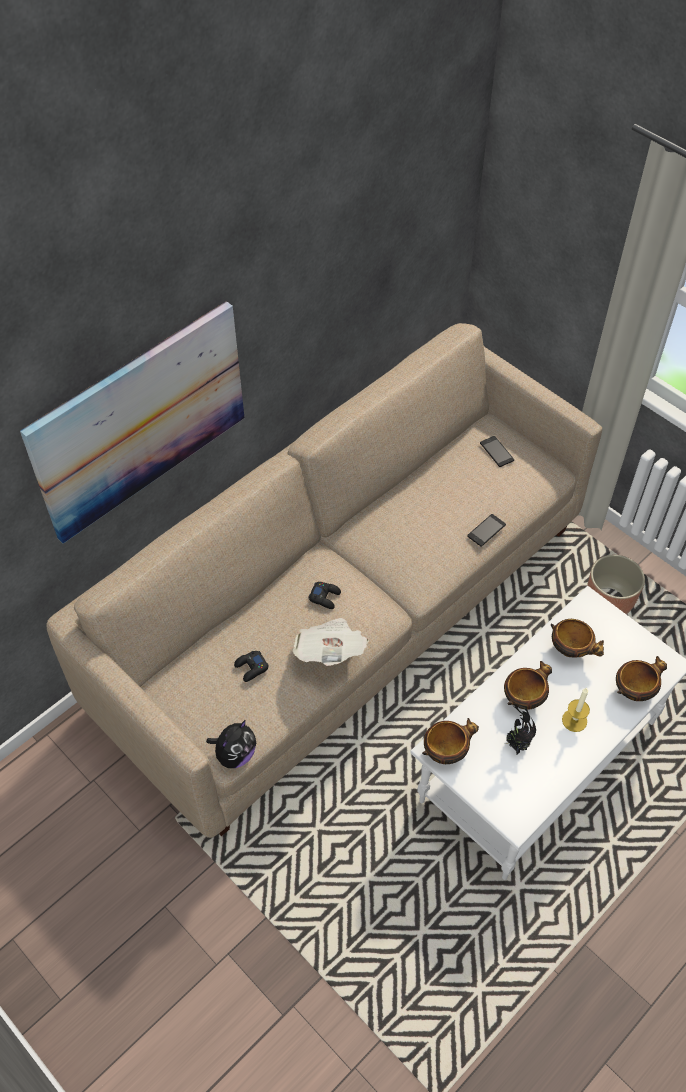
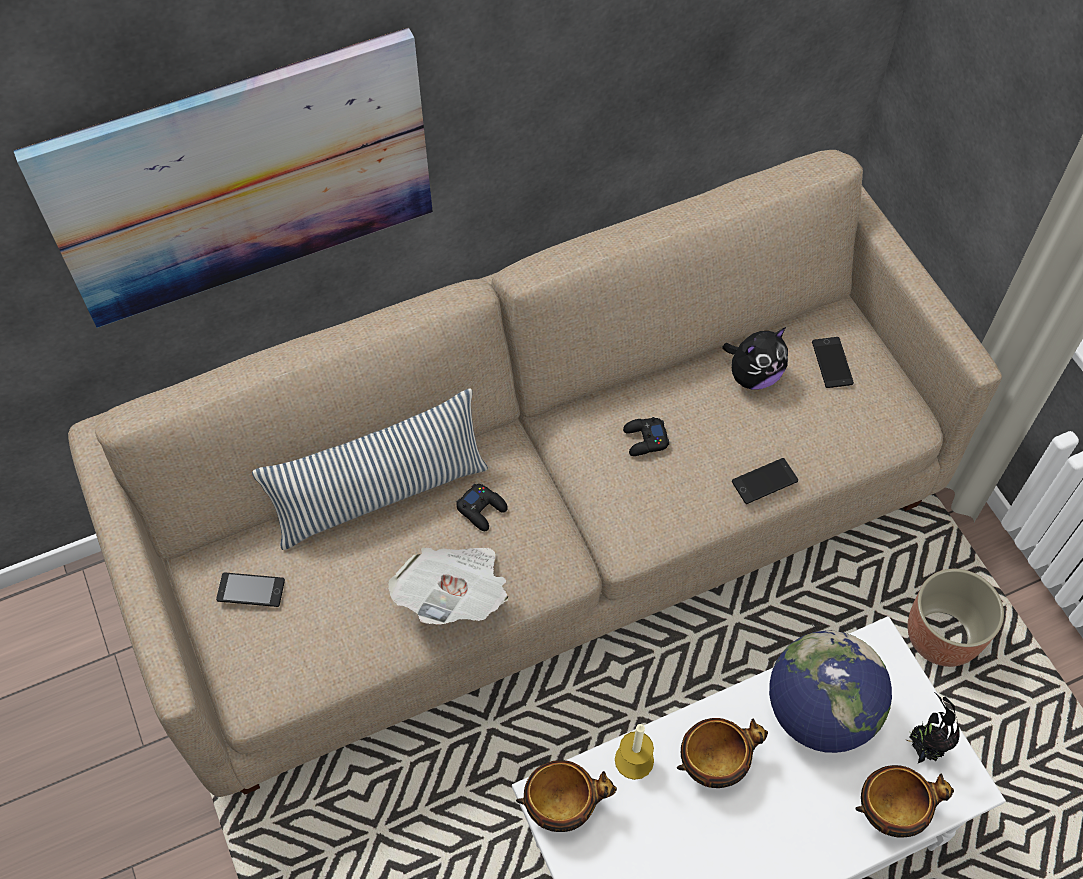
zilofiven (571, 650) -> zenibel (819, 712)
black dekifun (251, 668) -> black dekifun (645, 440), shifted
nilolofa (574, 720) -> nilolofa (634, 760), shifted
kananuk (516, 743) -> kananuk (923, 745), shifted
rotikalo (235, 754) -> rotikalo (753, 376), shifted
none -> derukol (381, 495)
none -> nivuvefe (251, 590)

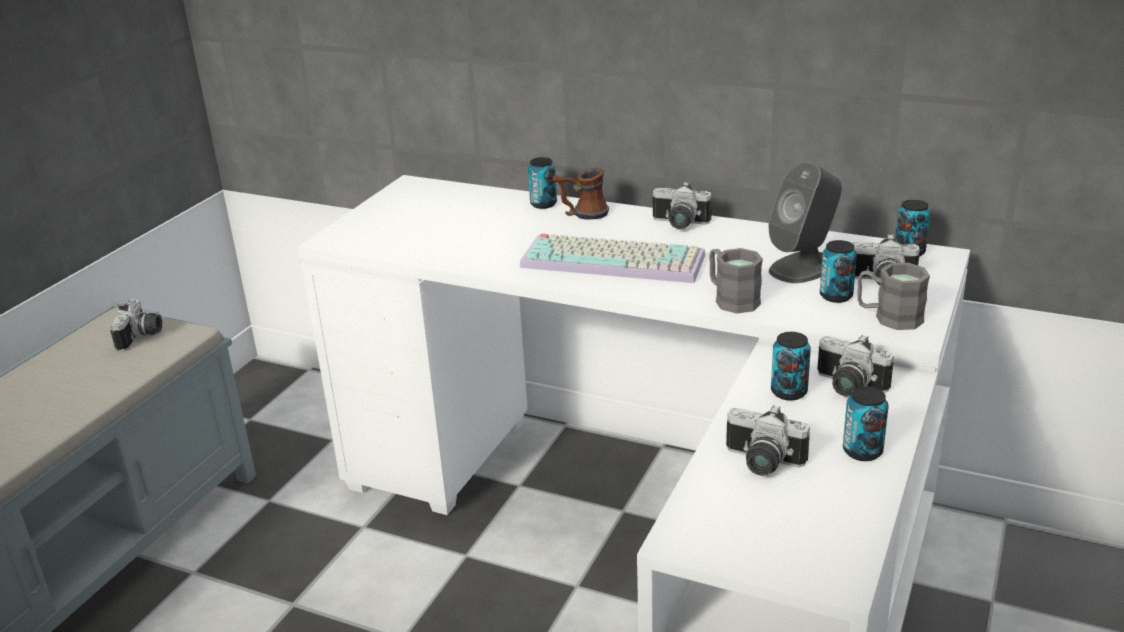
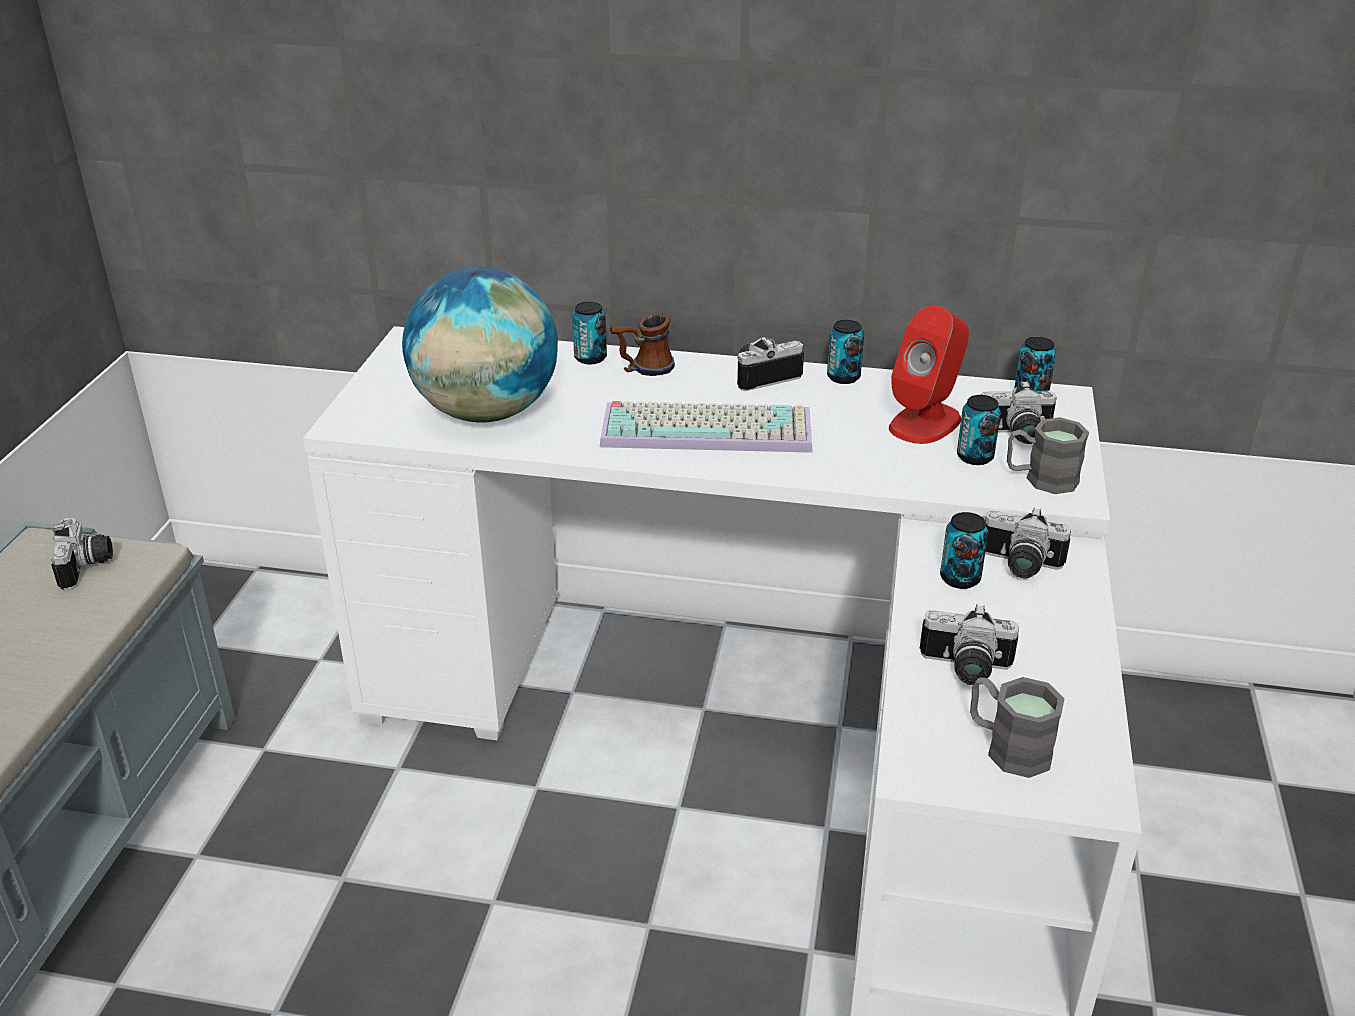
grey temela (803, 267) -> red temela (925, 422)
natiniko (679, 224) -> natiniko (763, 375), 150 degrees clockwise
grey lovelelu (731, 299) -> grey lovelelu (1007, 747), shifted
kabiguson (862, 451) -> kabiguson (843, 377), shifted
none -> zenibel (486, 412)

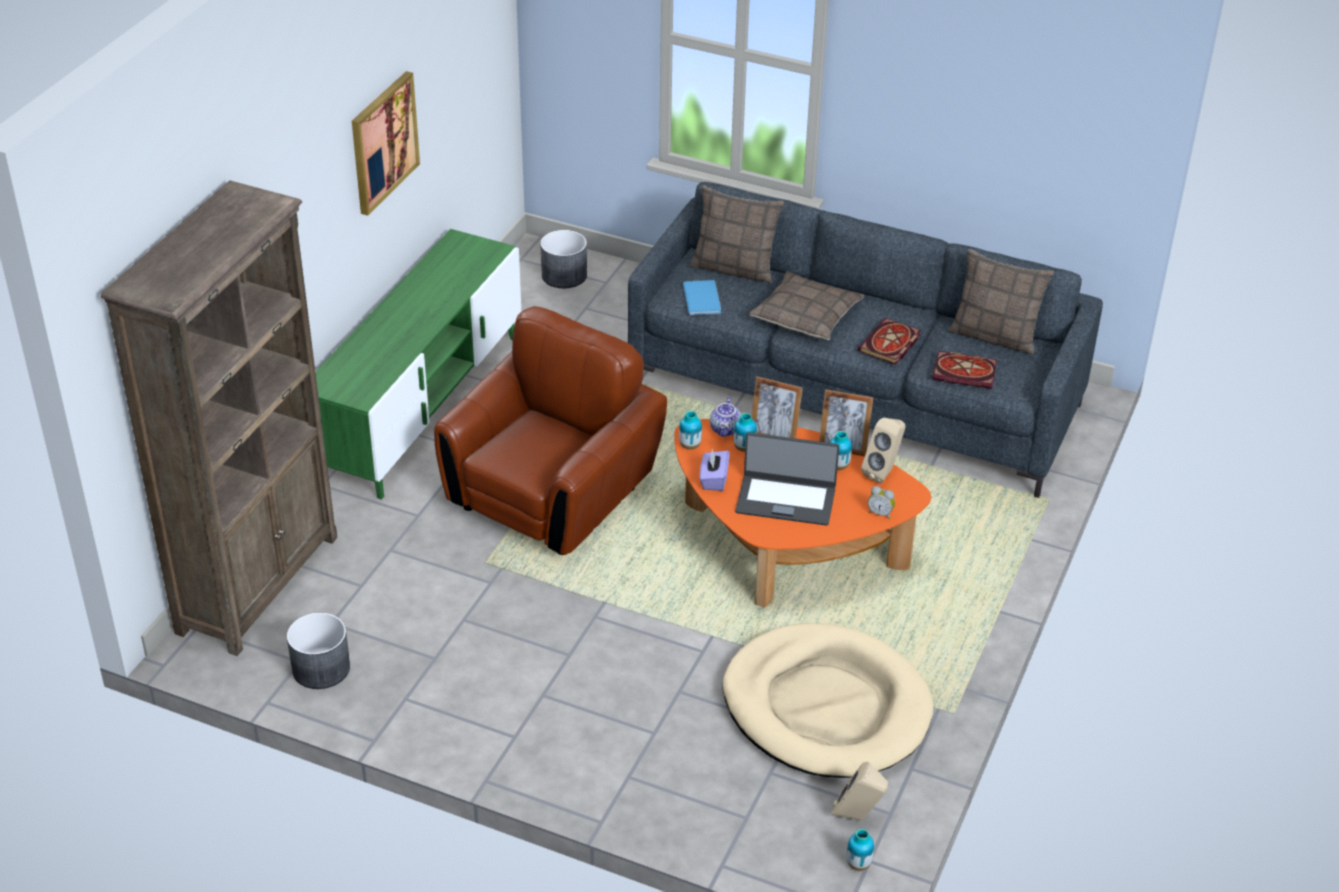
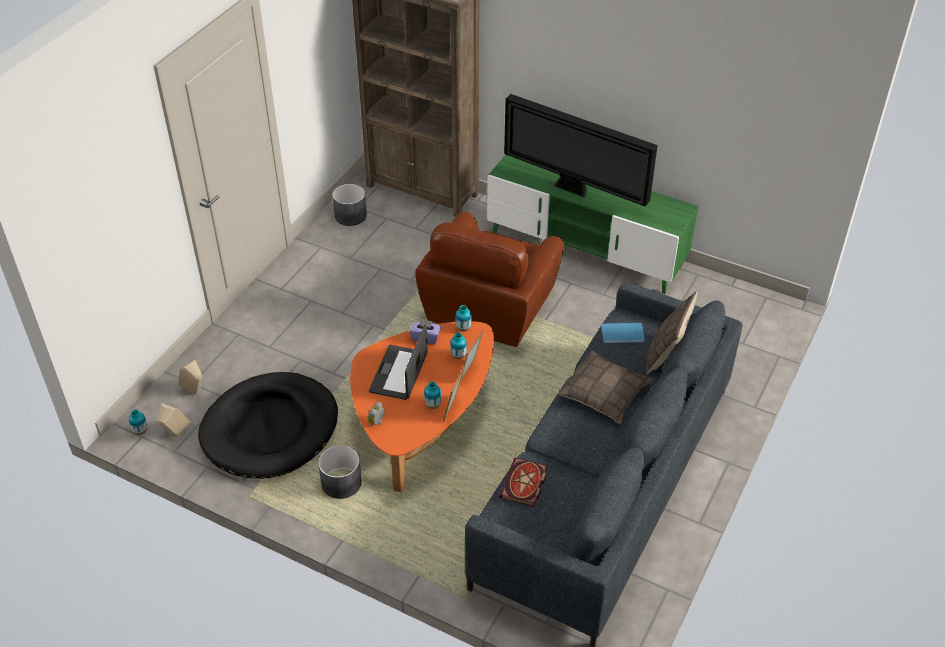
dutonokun (383, 142) -> none
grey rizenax (563, 275) -> grey rizenax (341, 482), shifted
derukol (995, 336) -> none
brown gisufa (552, 495) -> brown gisufa (490, 308), 75 degrees clockwise
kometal (890, 345) -> none
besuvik (726, 430) -> none
beige temela (883, 473) -> beige temela (195, 392), shifted
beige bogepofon (826, 707) -> black bogepofon (270, 429)
none -> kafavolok (573, 190)

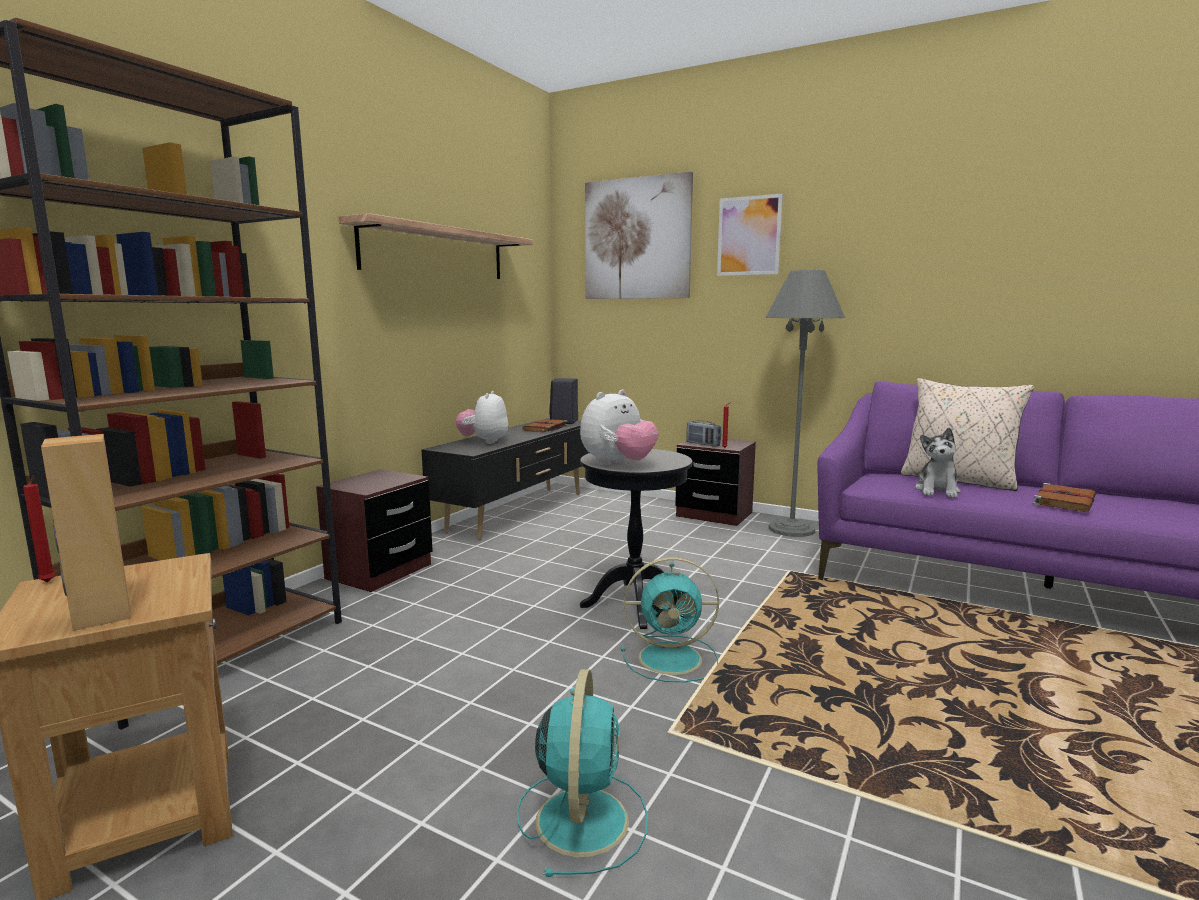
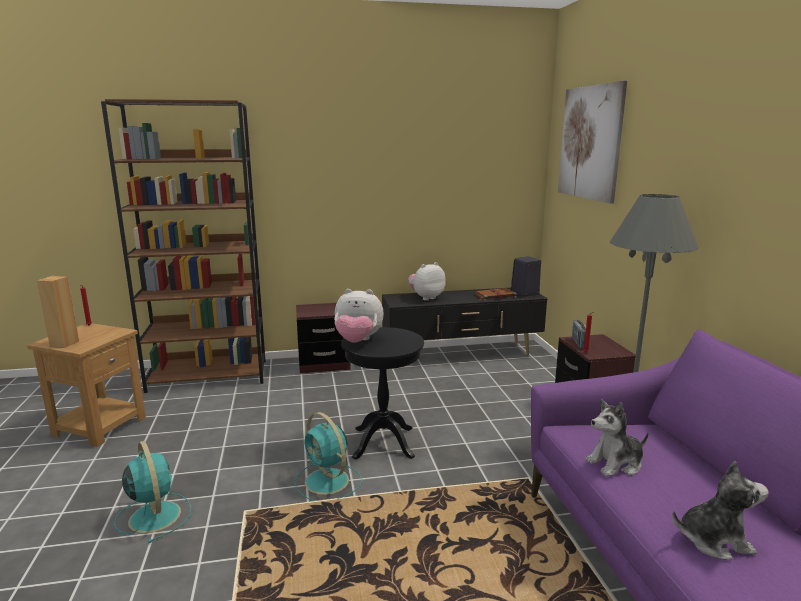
dutonokun (749, 236) -> none
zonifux (436, 252) -> none
beige derukol (958, 480) -> none
brown kometal (1064, 500) -> rotikalo (713, 540)
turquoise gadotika (582, 817) -> turquoise gadotika (154, 515), 90 degrees counterclockwise

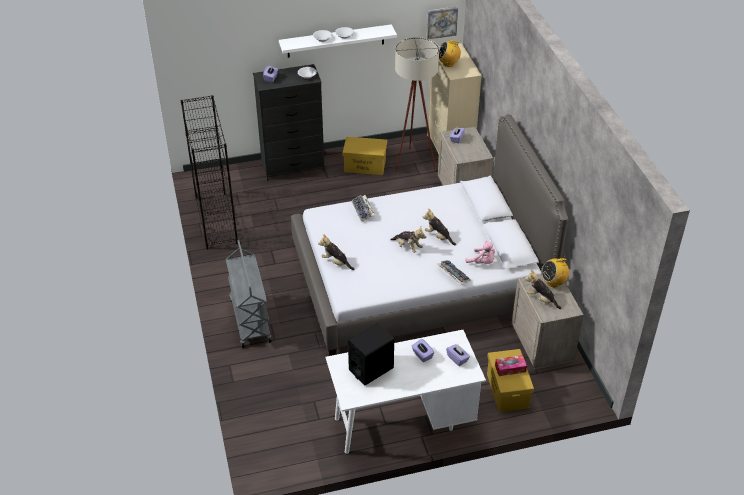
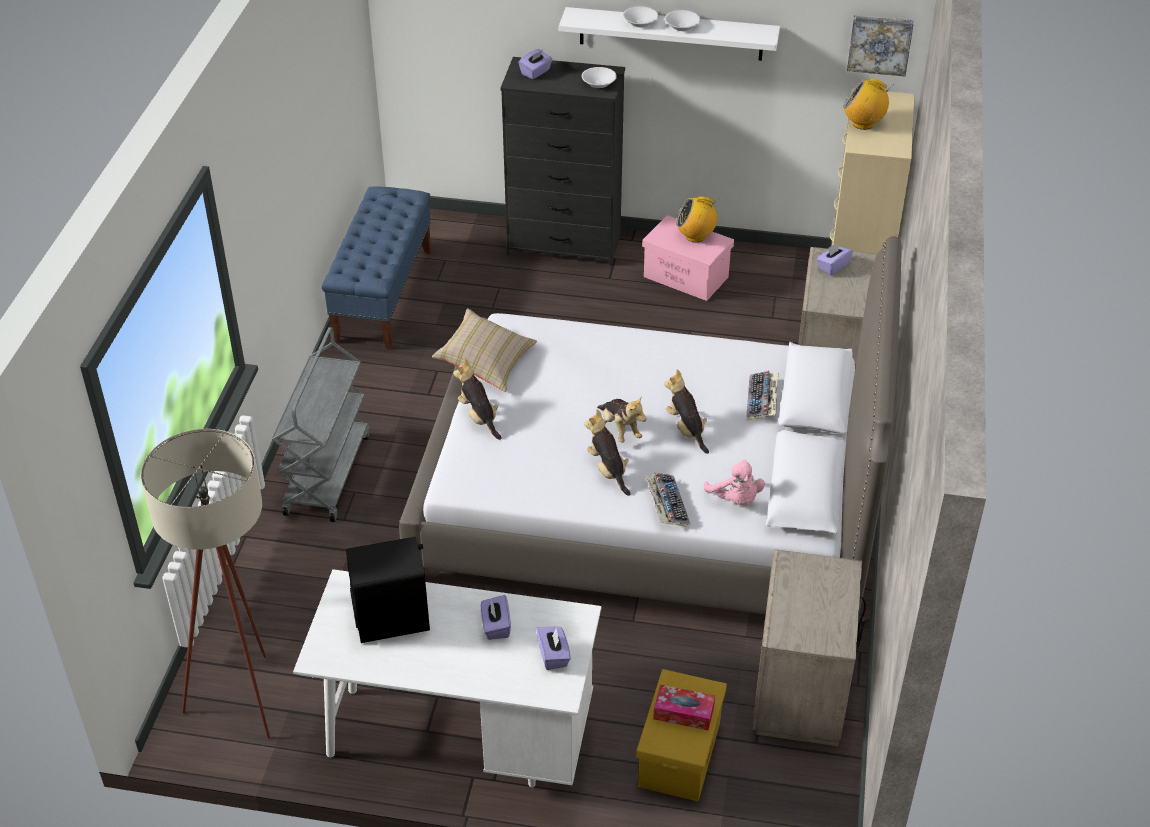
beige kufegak (413, 161) -> beige kufegak (245, 692), shifted
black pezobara (215, 220) -> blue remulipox (383, 295)
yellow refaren (365, 165) -> pink refaren (687, 277)
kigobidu (363, 211) -> kigobidu (762, 401), shifted
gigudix (553, 282) -> gigudix (695, 236), shifted
rotikalo (541, 299) -> rotikalo (608, 470), shifted
none -> beige derukol (485, 362)

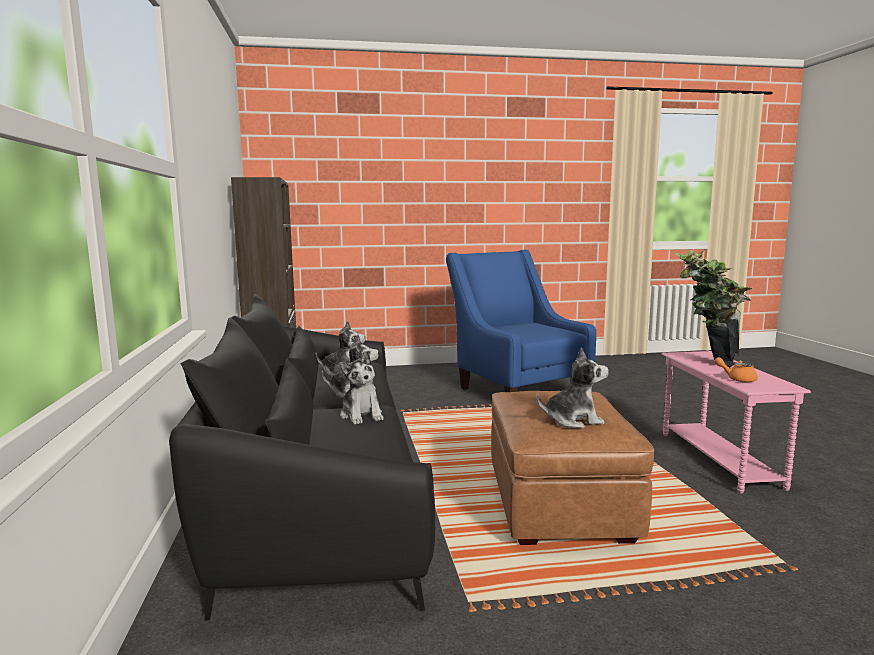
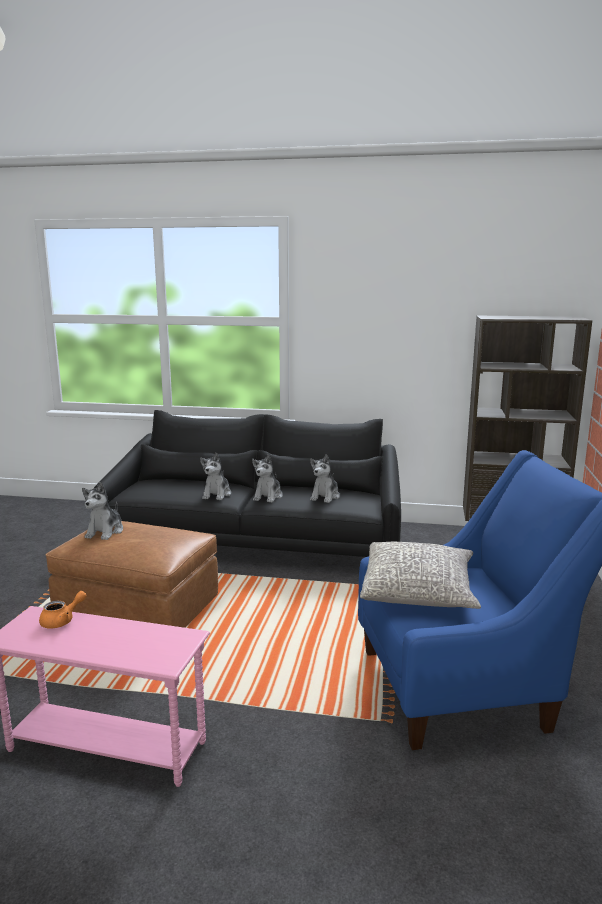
kananuk (706, 362) -> none
rotikalo (361, 415) -> rotikalo (217, 494), 75 degrees counterclockwise
none -> grey derukol (418, 591)

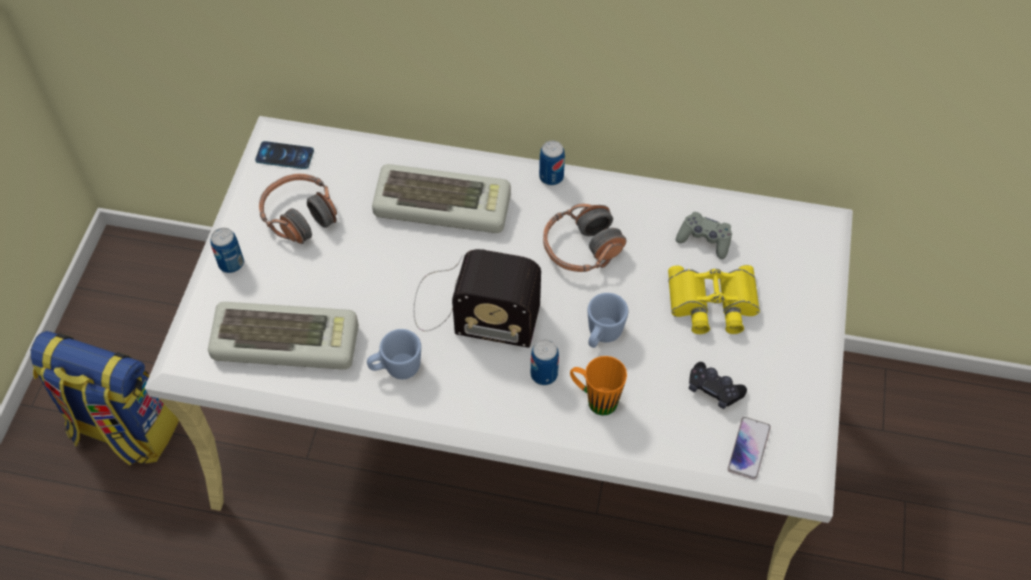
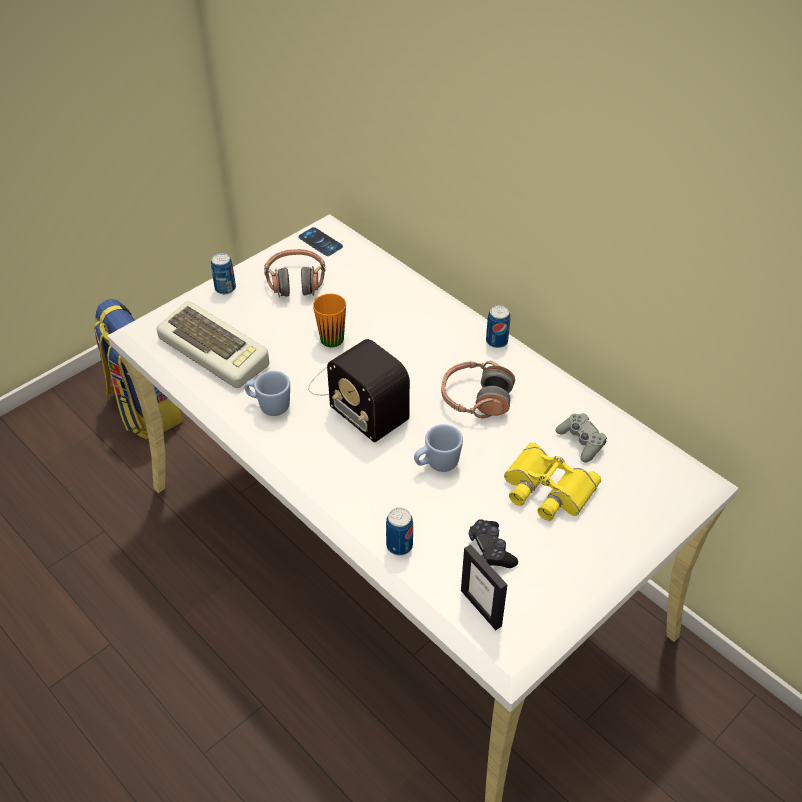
kigobidu (444, 204) -> none
kabiguson (544, 374) -> kabiguson (399, 545), shifted
orange lovelelu (594, 399) -> orange lovelelu (328, 335), shifted
nivuvefe (749, 448) -> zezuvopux (481, 608)

